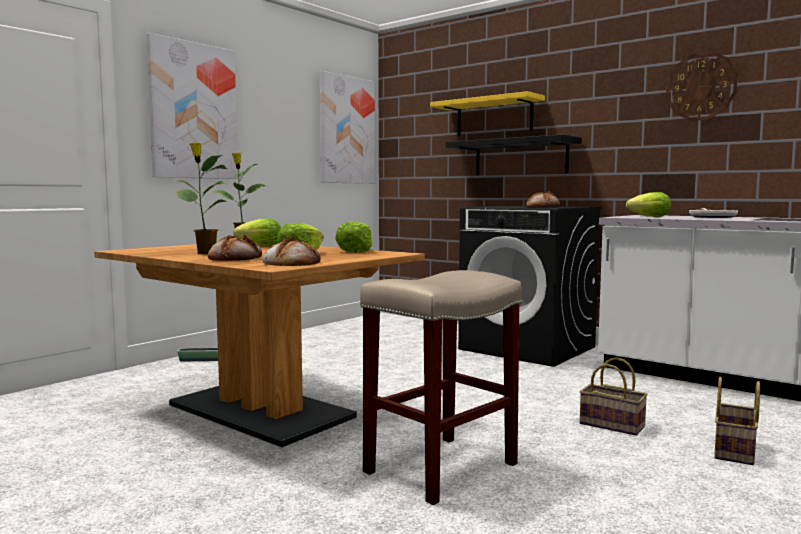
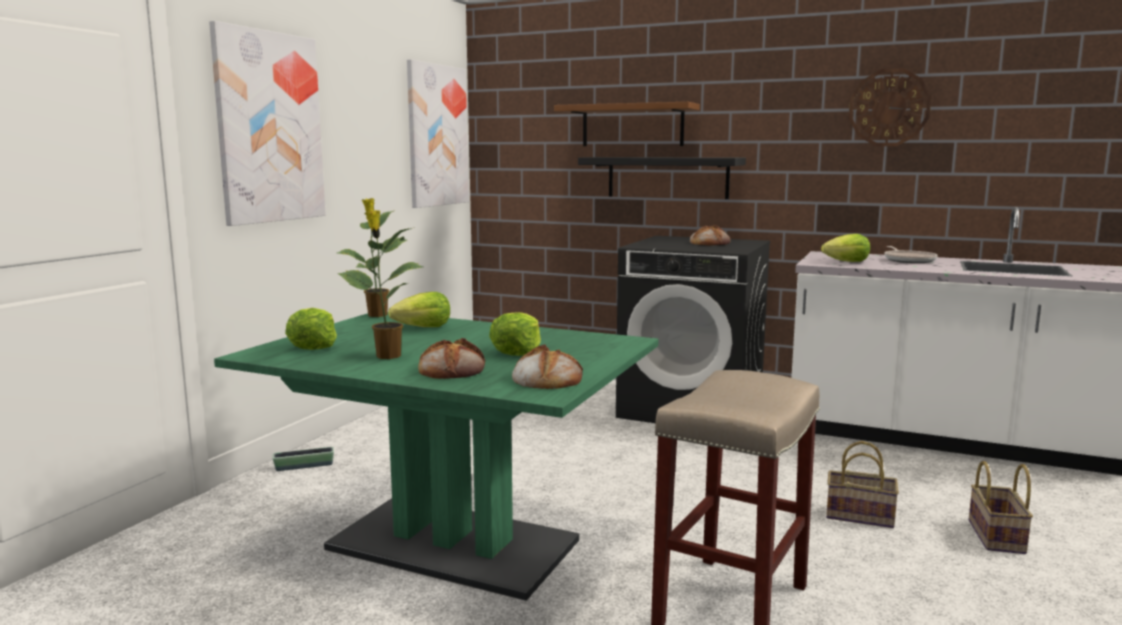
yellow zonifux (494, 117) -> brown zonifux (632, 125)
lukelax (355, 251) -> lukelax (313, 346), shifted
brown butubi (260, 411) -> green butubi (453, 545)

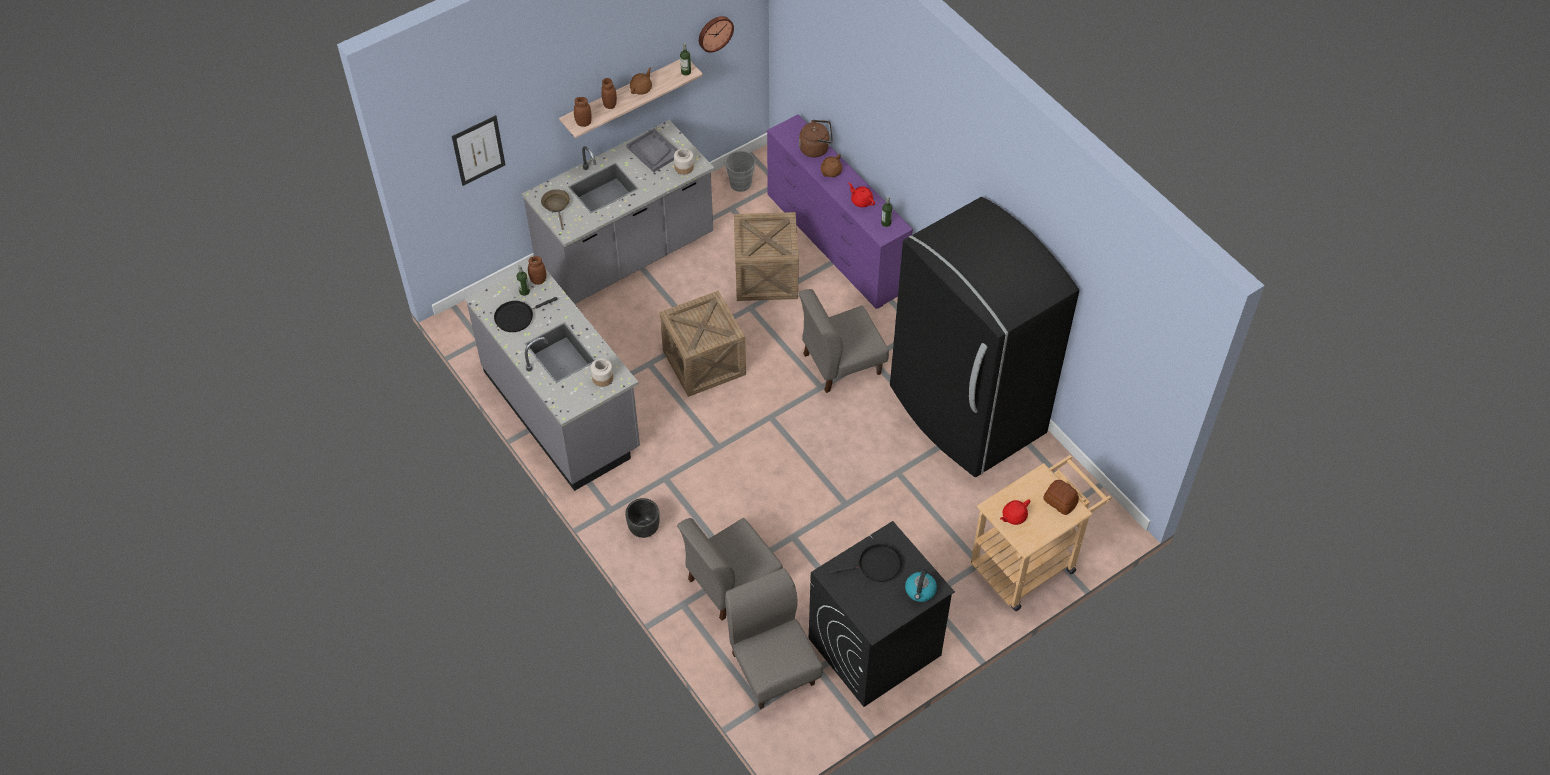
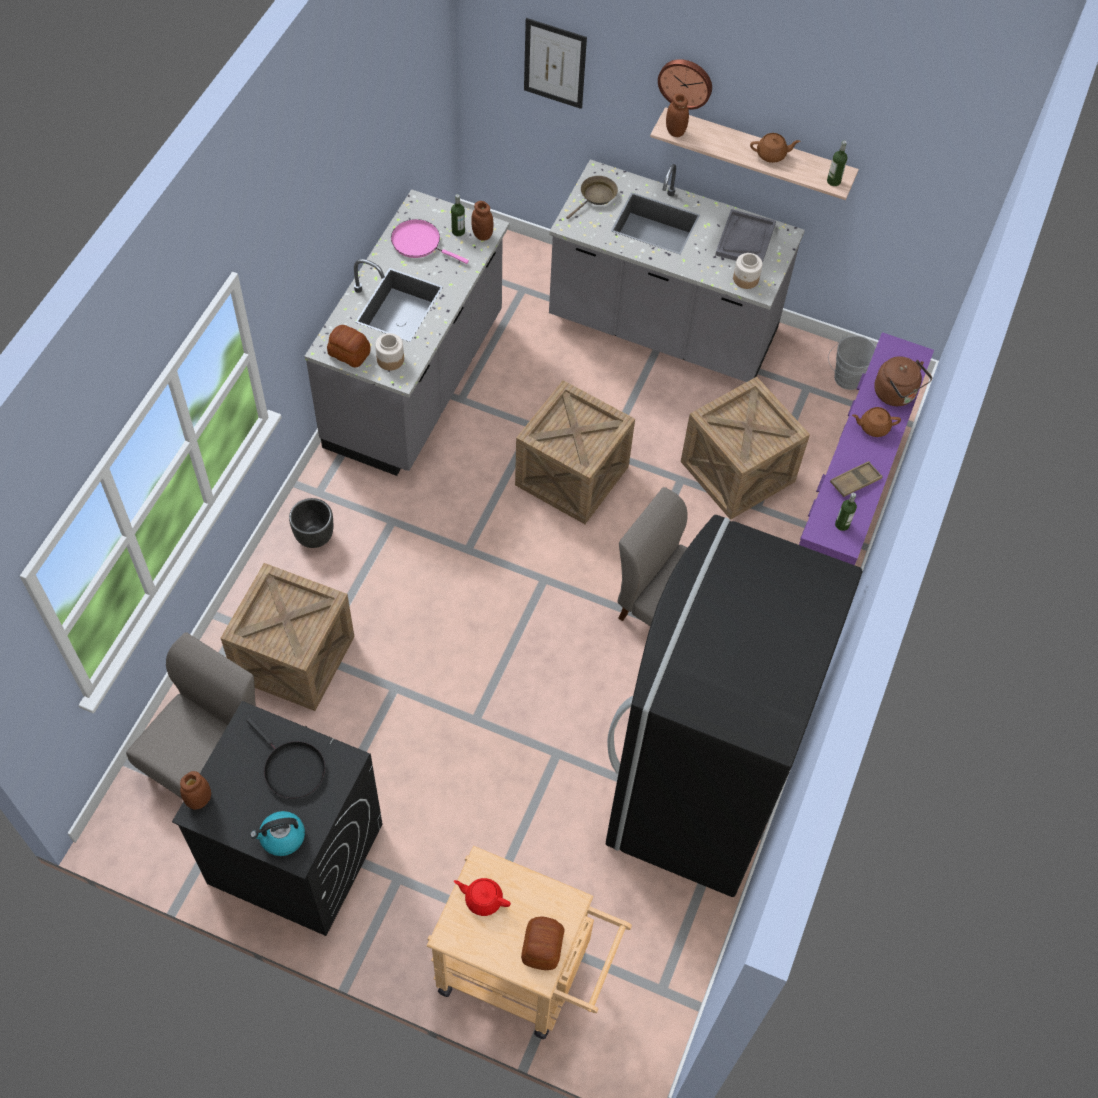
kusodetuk (714, 33) -> kusodetuk (686, 82), shifted
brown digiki (610, 105) -> brown digiki (199, 800), shifted
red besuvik (861, 201) -> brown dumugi (855, 481)
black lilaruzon (516, 317) -> pink lilaruzon (419, 243)
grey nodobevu (731, 583) -> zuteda (294, 657)
none -> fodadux (349, 354)

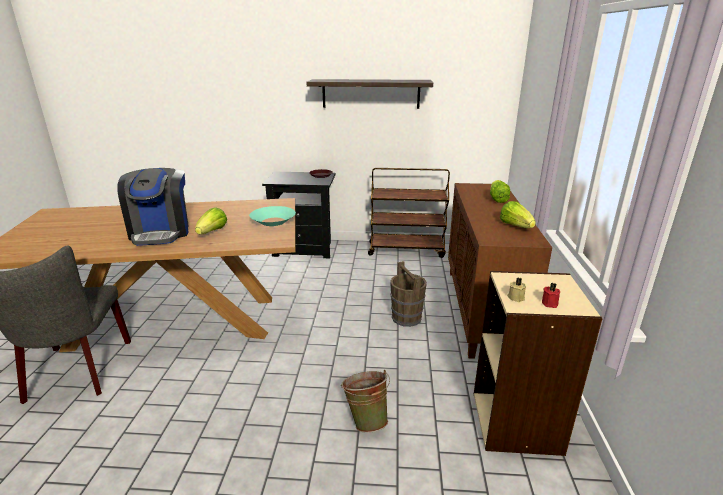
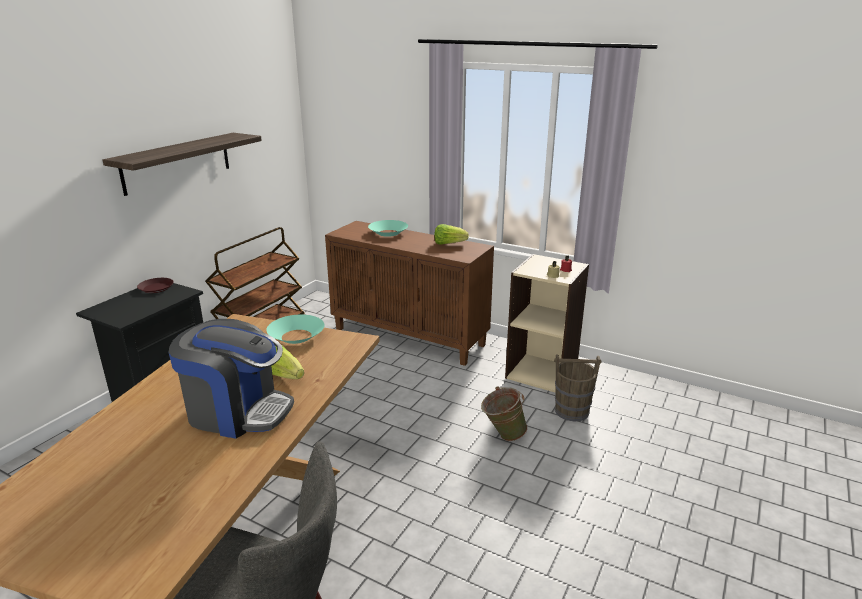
lukelax (497, 199) -> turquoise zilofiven (388, 233)
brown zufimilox (406, 318) -> brown zufimilox (572, 411), shifted

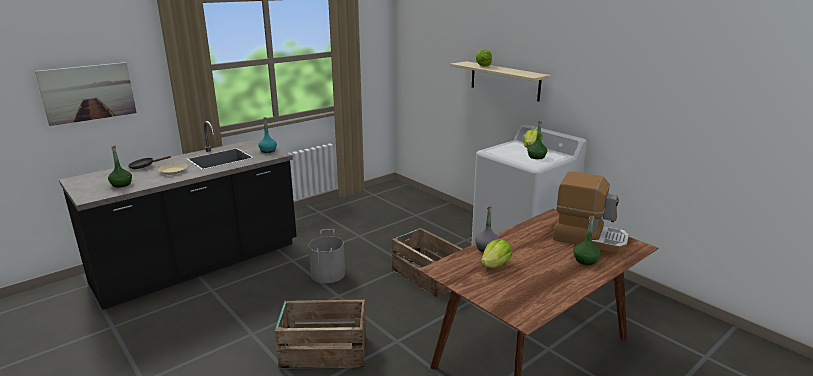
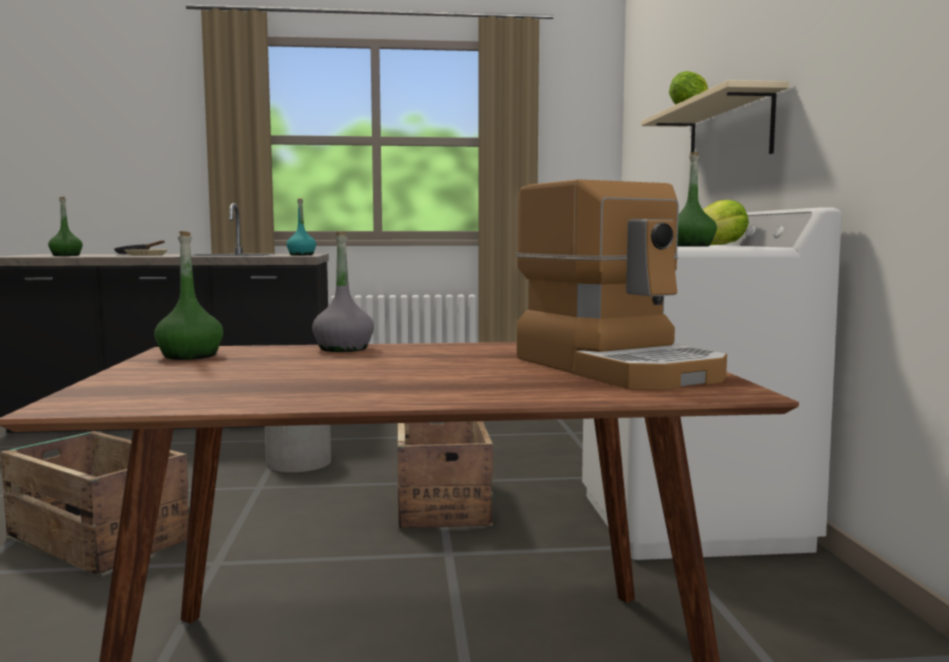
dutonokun (88, 93) -> none
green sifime (585, 260) -> green sifime (190, 356), shifted
lukelax (495, 265) -> none

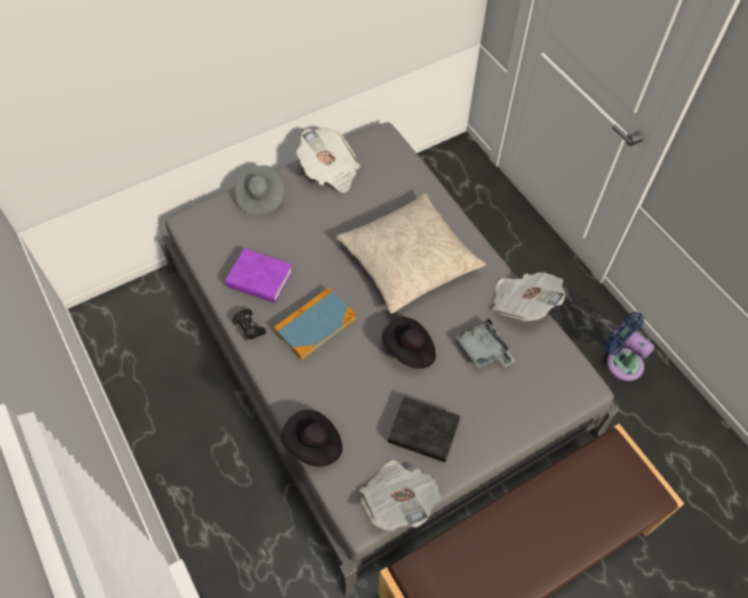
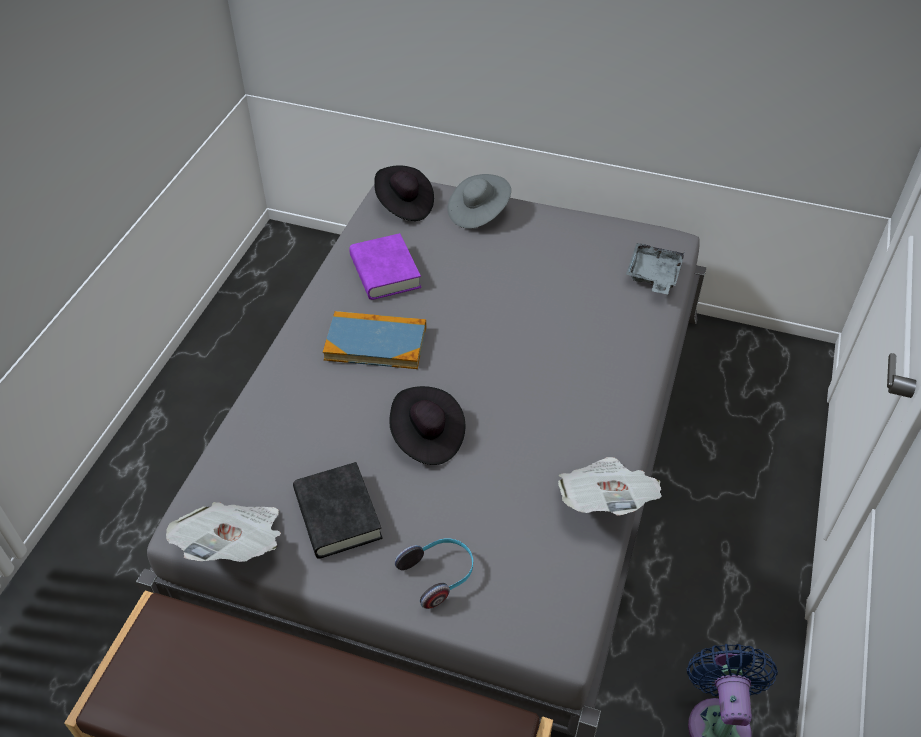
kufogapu (329, 171) -> none
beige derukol (408, 260) -> none
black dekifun (249, 327) -> none
grey dumugi (483, 350) -> grey dumugi (653, 275), shifted
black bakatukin (314, 445) -> black bakatukin (404, 205), shifted
none -> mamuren (439, 575)

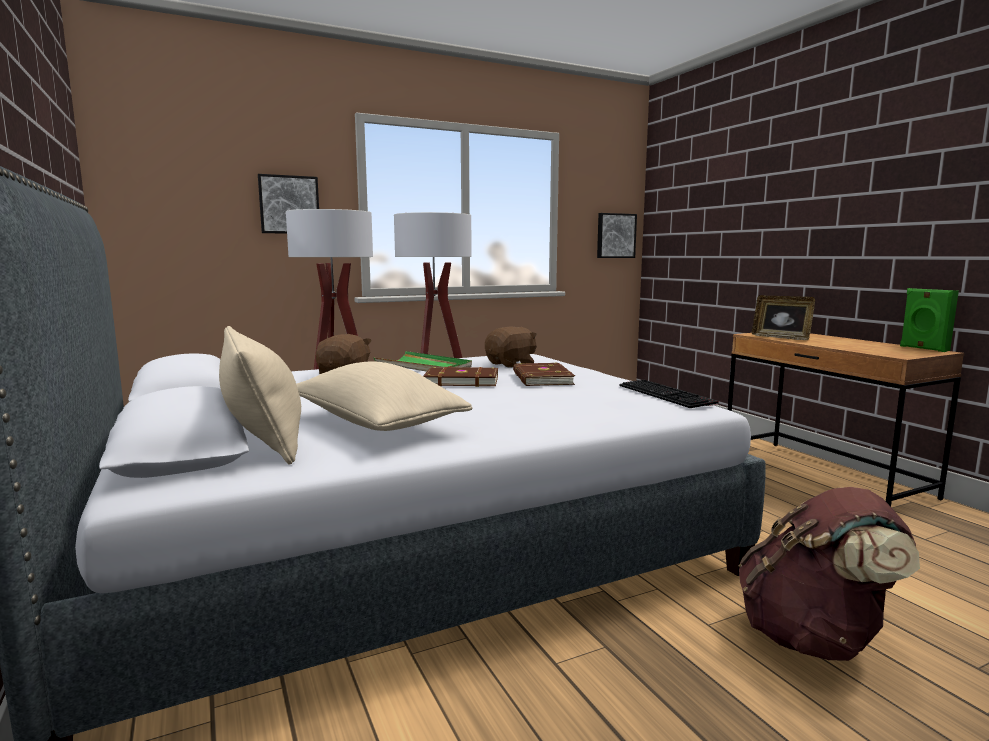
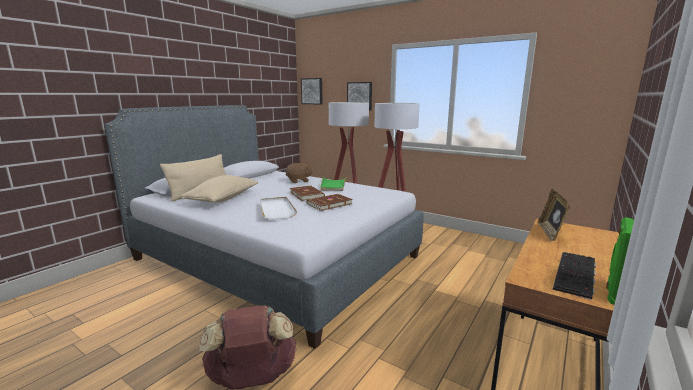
dutonokun (615, 235) -> dutonokun (312, 91), shifted
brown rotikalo (511, 364) -> none
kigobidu (667, 394) -> kigobidu (576, 274), shifted
none -> white dumugi (276, 209)

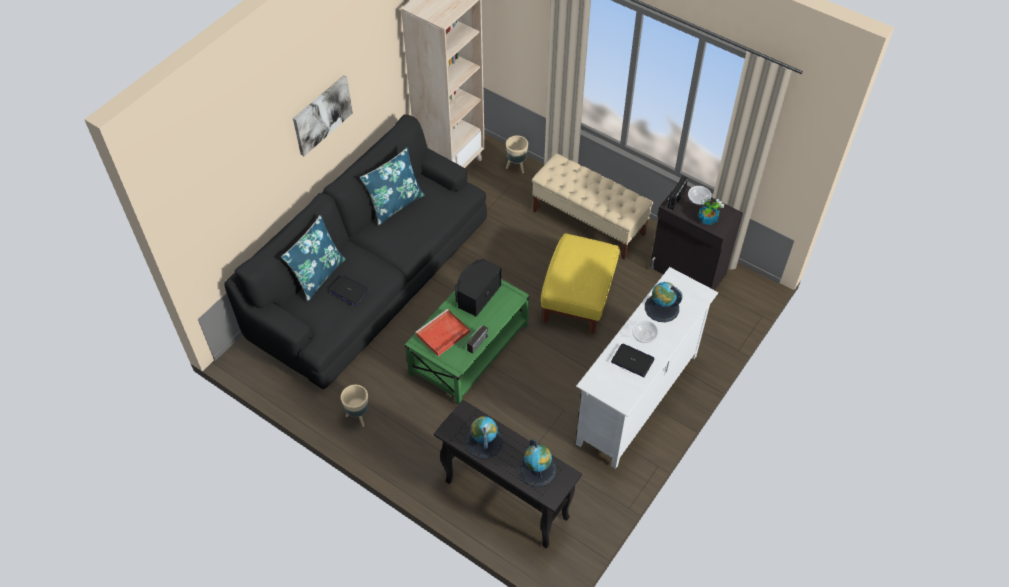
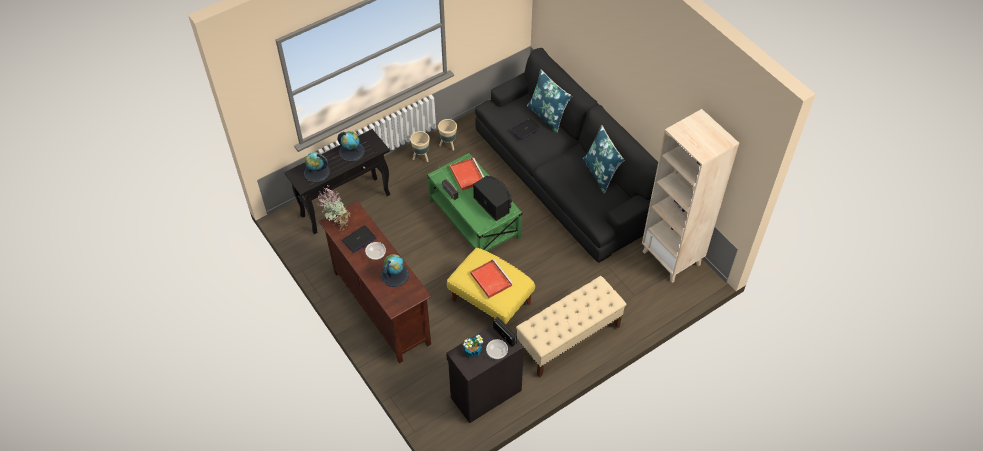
dutonokun (322, 114) -> none
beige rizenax (516, 167) -> beige rizenax (421, 157), shifted
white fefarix (638, 400) -> brown fefarix (381, 308)
none -> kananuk (337, 223)
none -> red dumugi (490, 279)

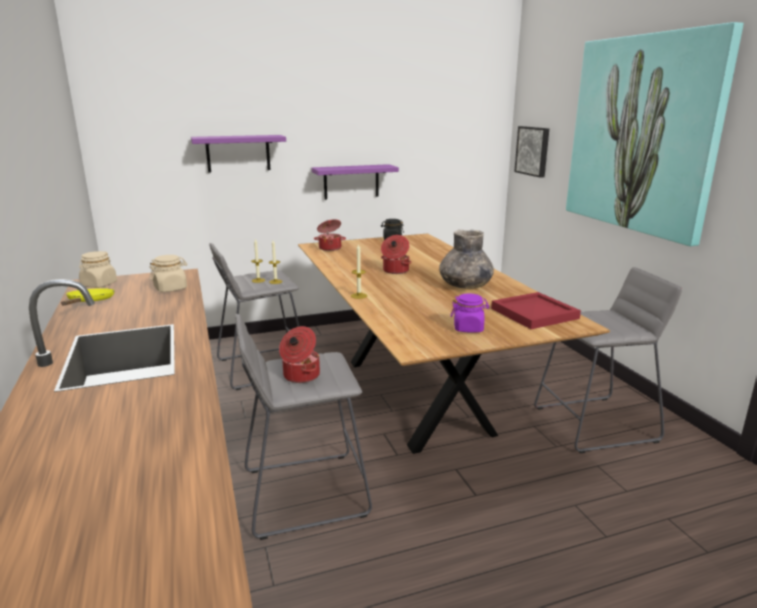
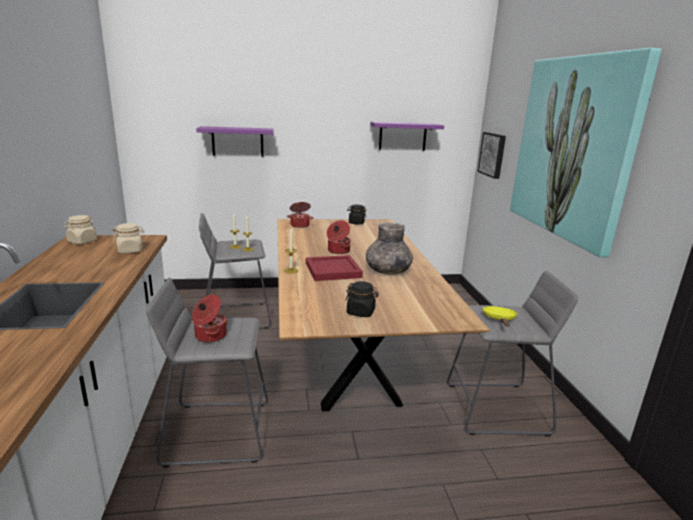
purple zonifux (351, 182) -> purple zonifux (402, 136), shifted
yellow lilaruzon (90, 302) -> yellow lilaruzon (499, 319), shifted
red dumugi (534, 313) -> red dumugi (333, 270), shifted
purple digiki (468, 328) -> black digiki (361, 312)

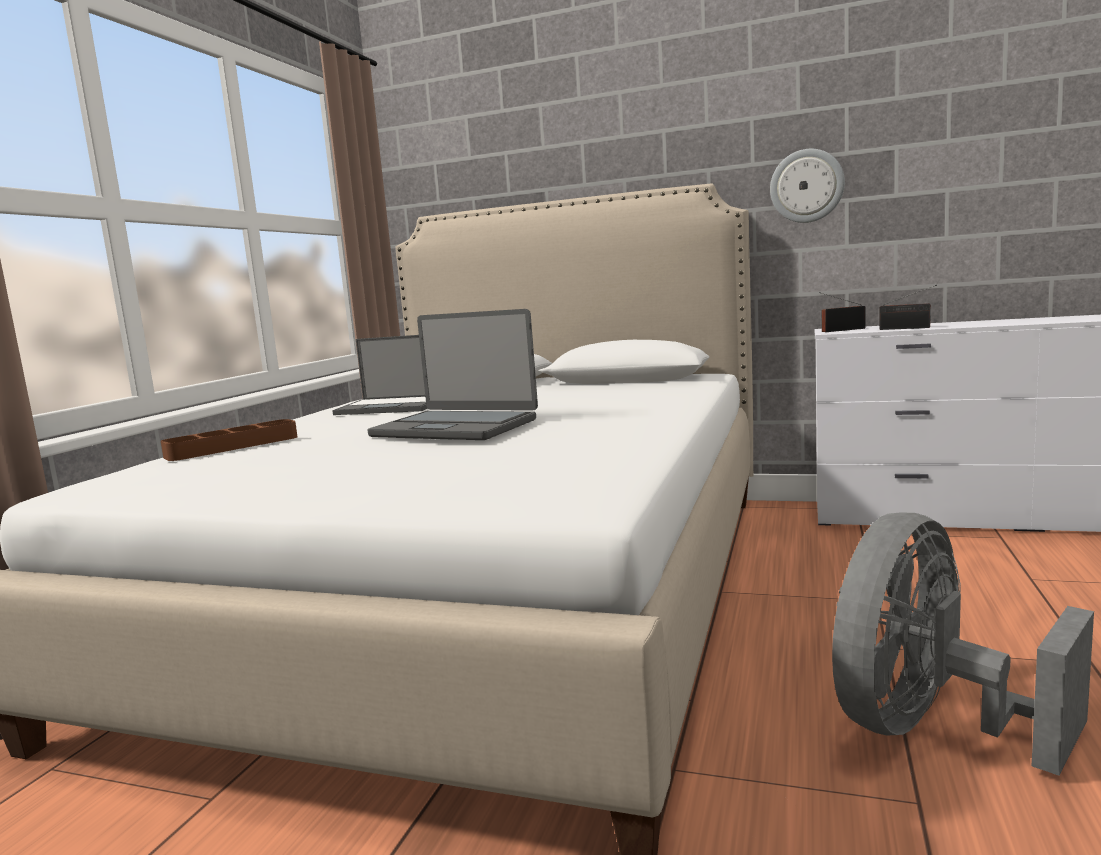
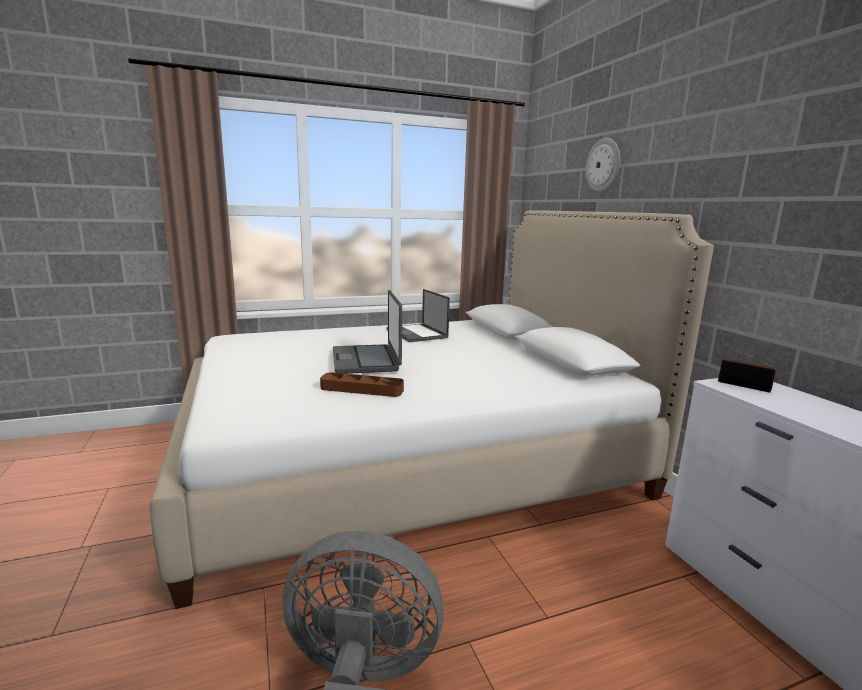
kusodetuk (806, 186) -> kusodetuk (604, 165), shifted
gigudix (907, 328) -> none
brown dumugi (233, 447) -> brown dumugi (362, 389), shifted

